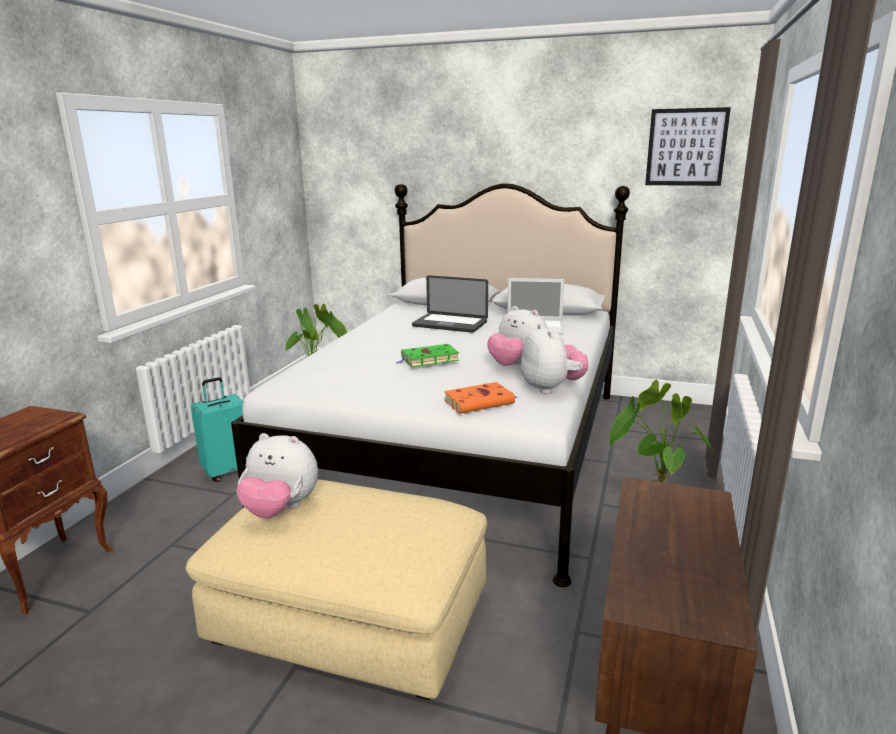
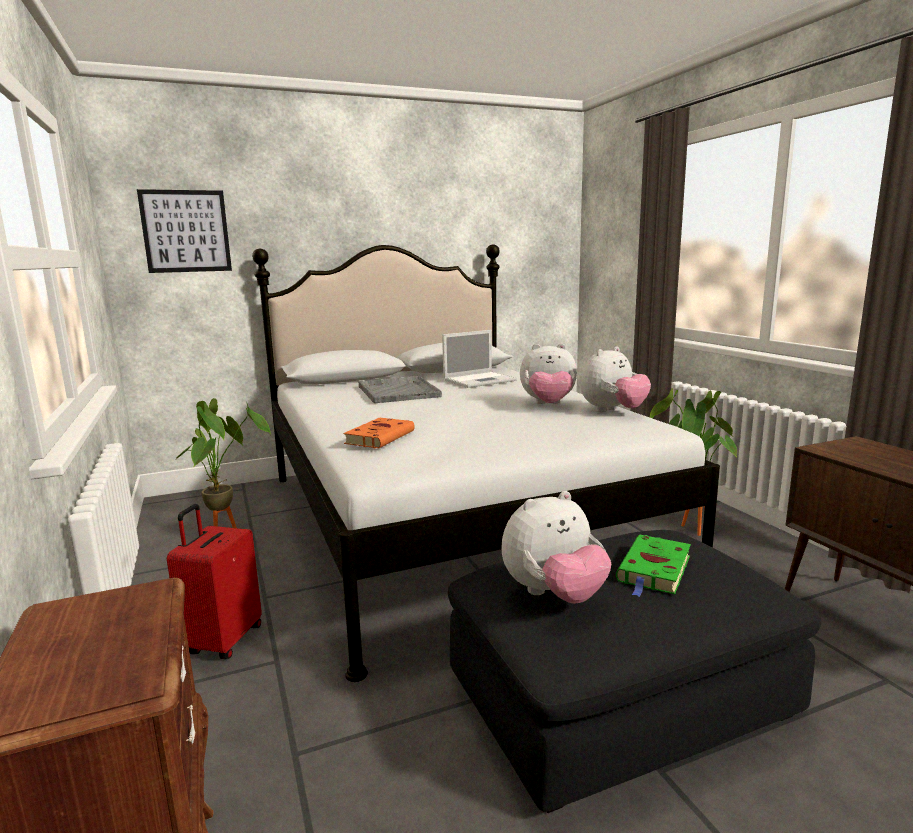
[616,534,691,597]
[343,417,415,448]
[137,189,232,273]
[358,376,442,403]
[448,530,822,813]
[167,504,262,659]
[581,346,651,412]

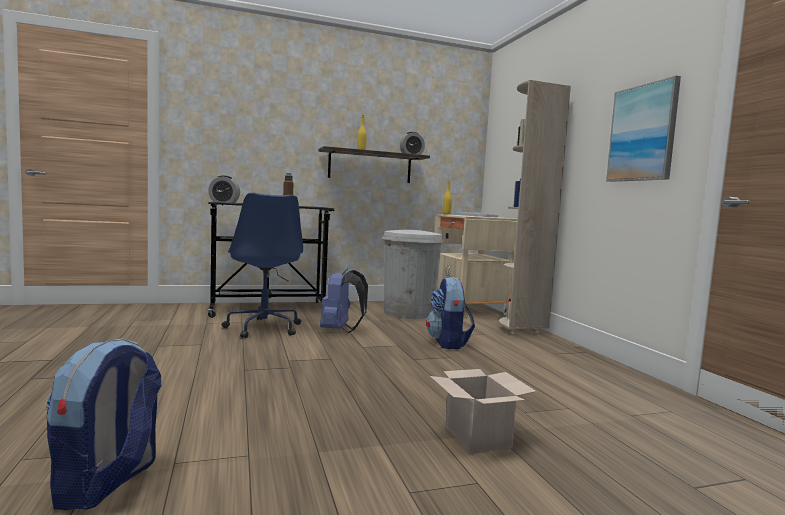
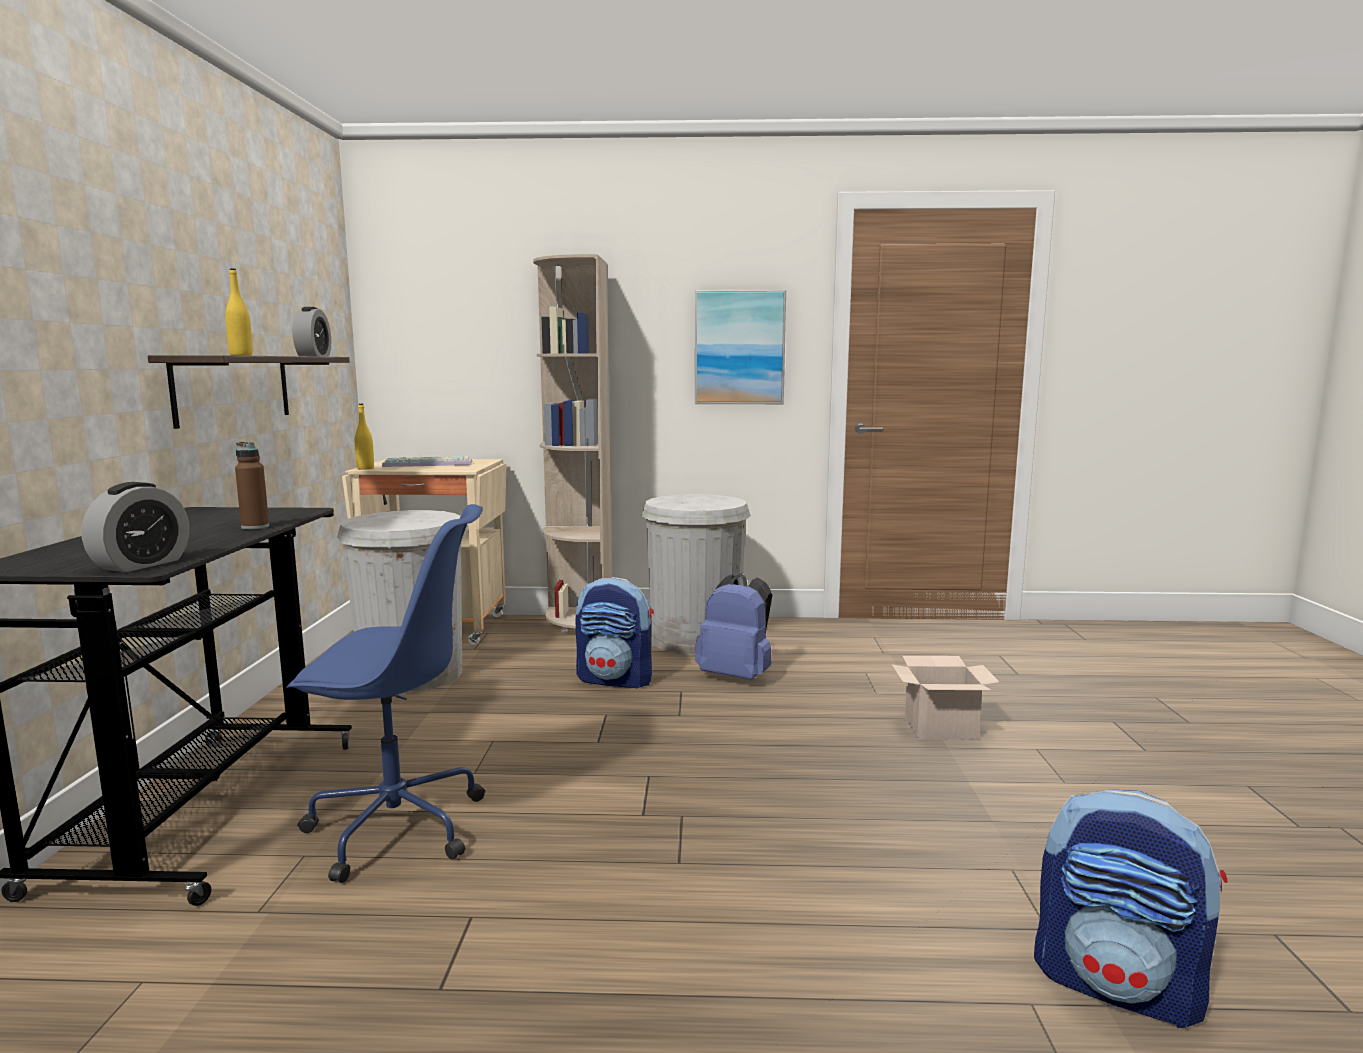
[642,494,751,655]
[695,574,772,680]

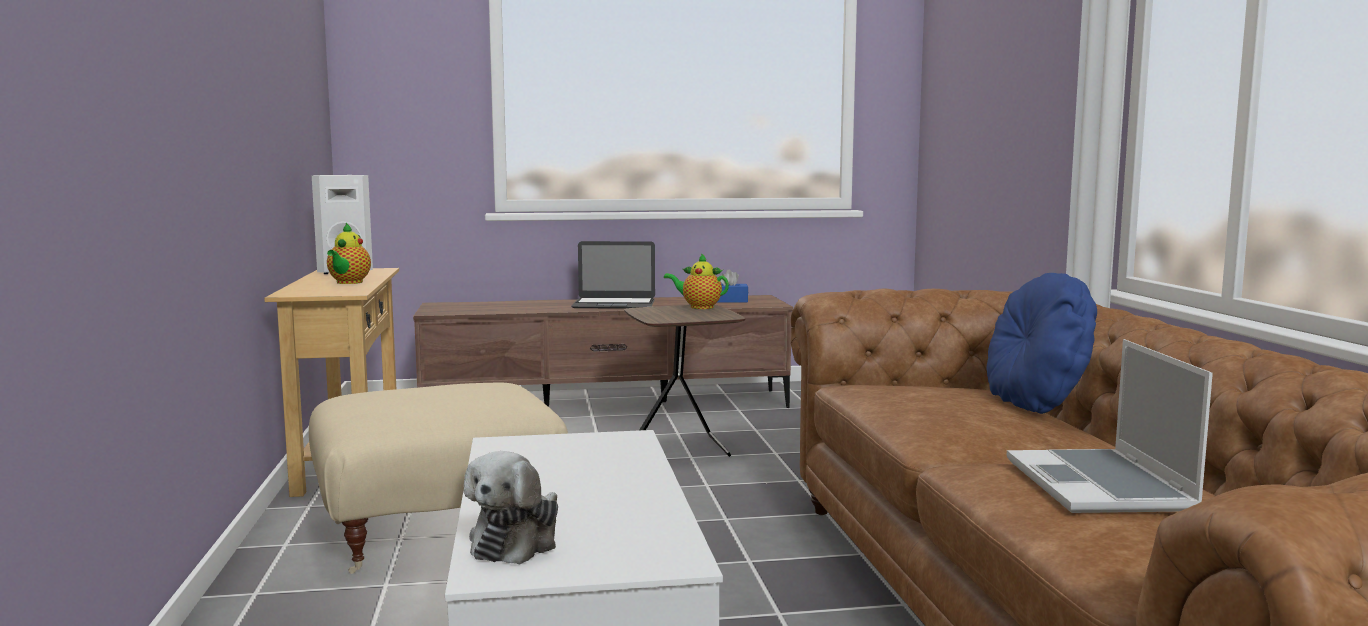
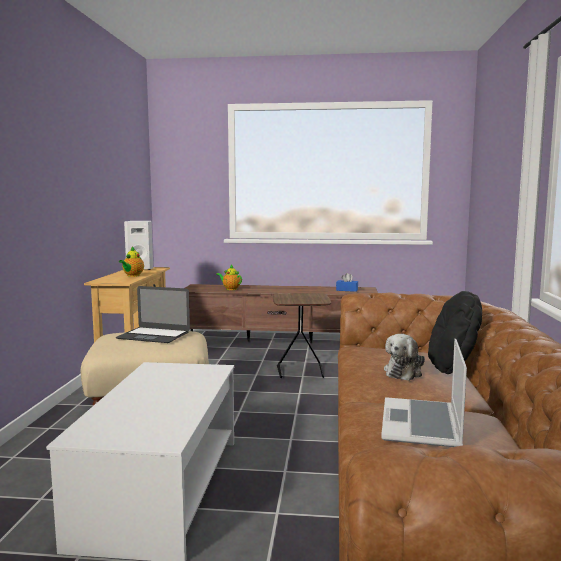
[384,334,425,381]
[116,286,190,343]
[216,265,242,290]
[428,291,482,374]

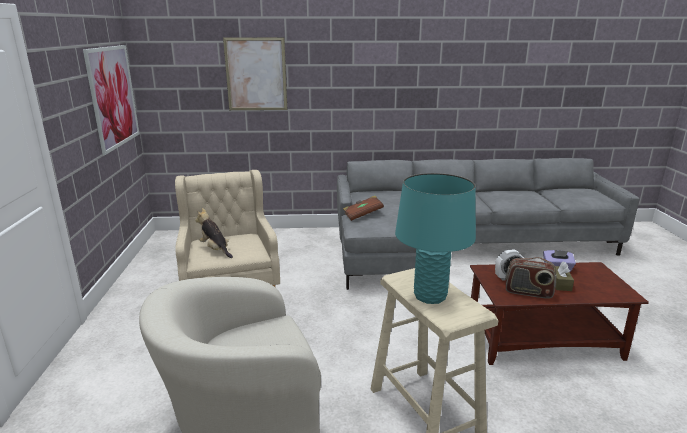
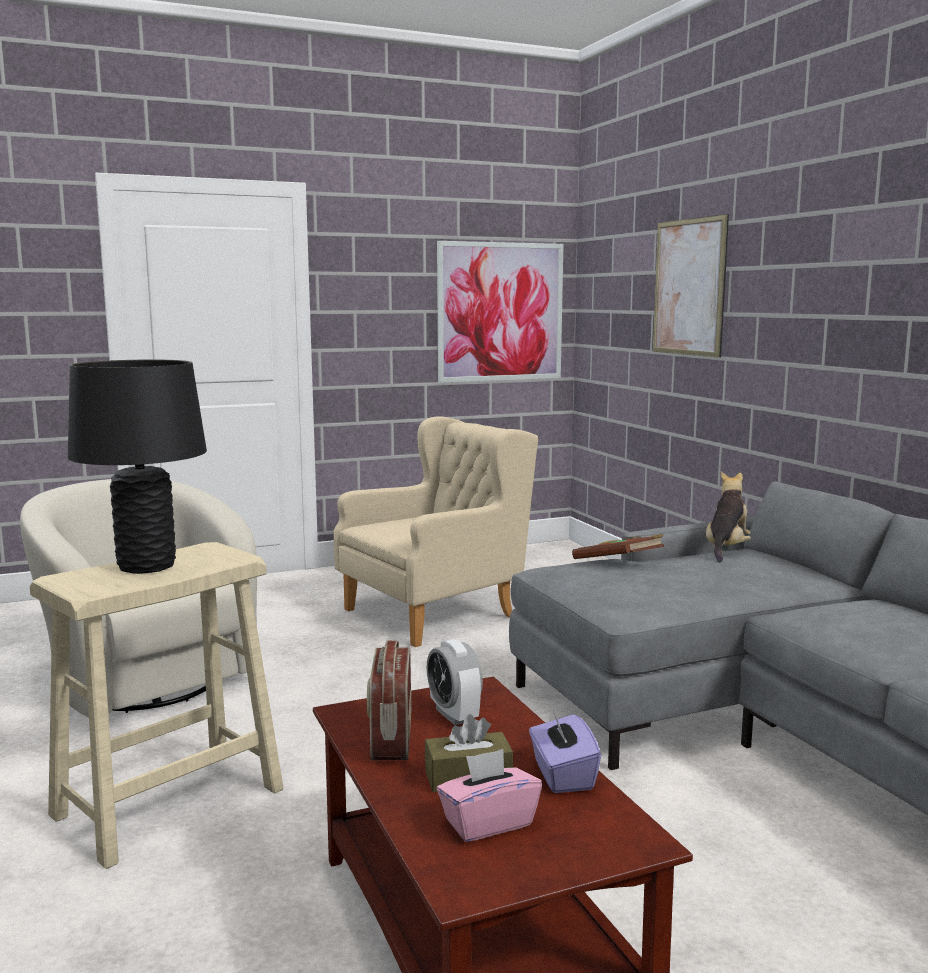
[437,749,542,842]
[706,472,751,562]
[68,360,207,574]

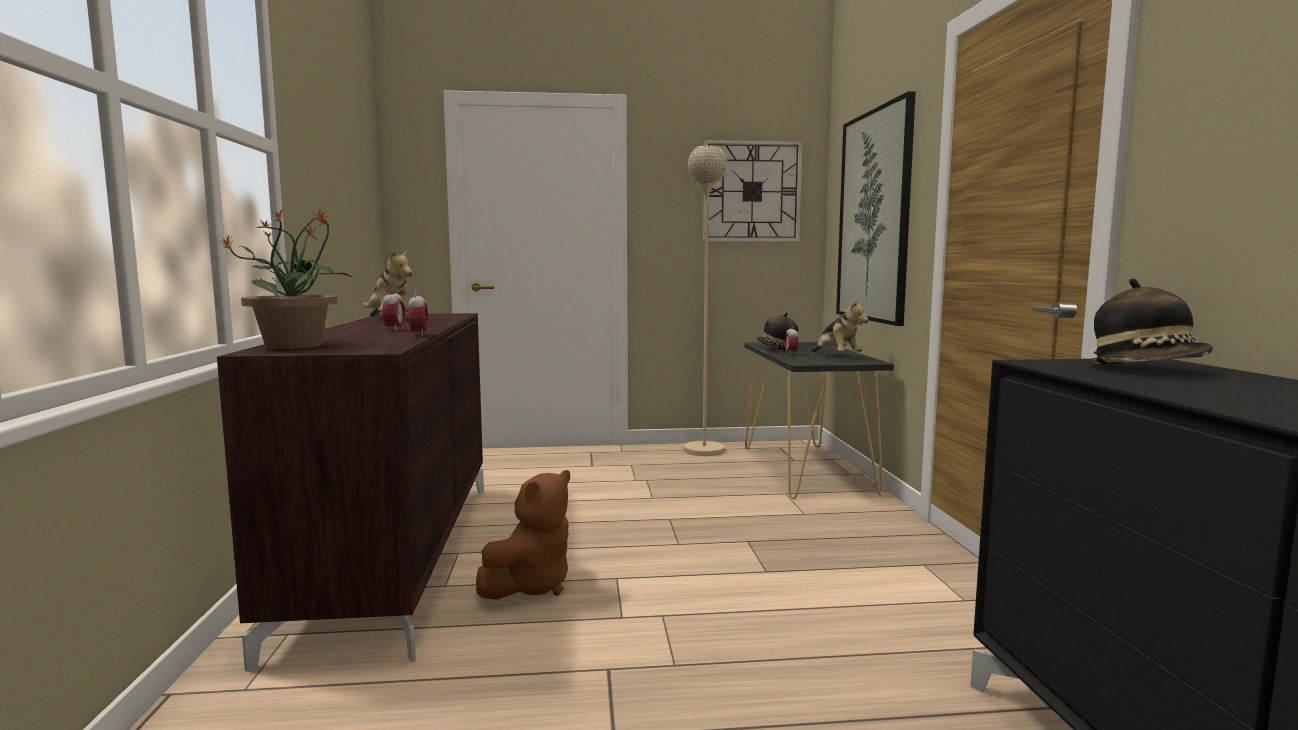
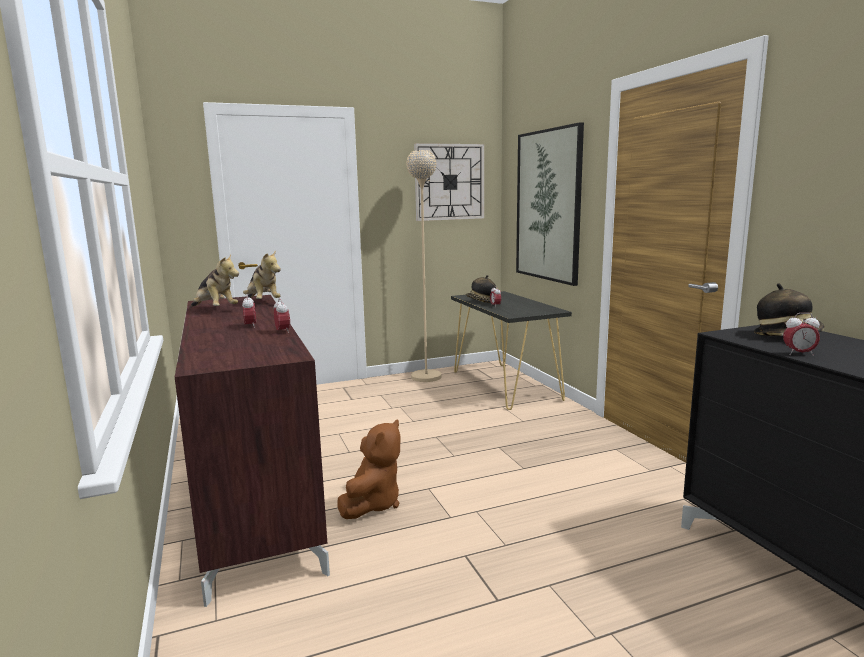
[220,208,351,349] (first image)
[783,313,820,356]
[243,250,281,299]

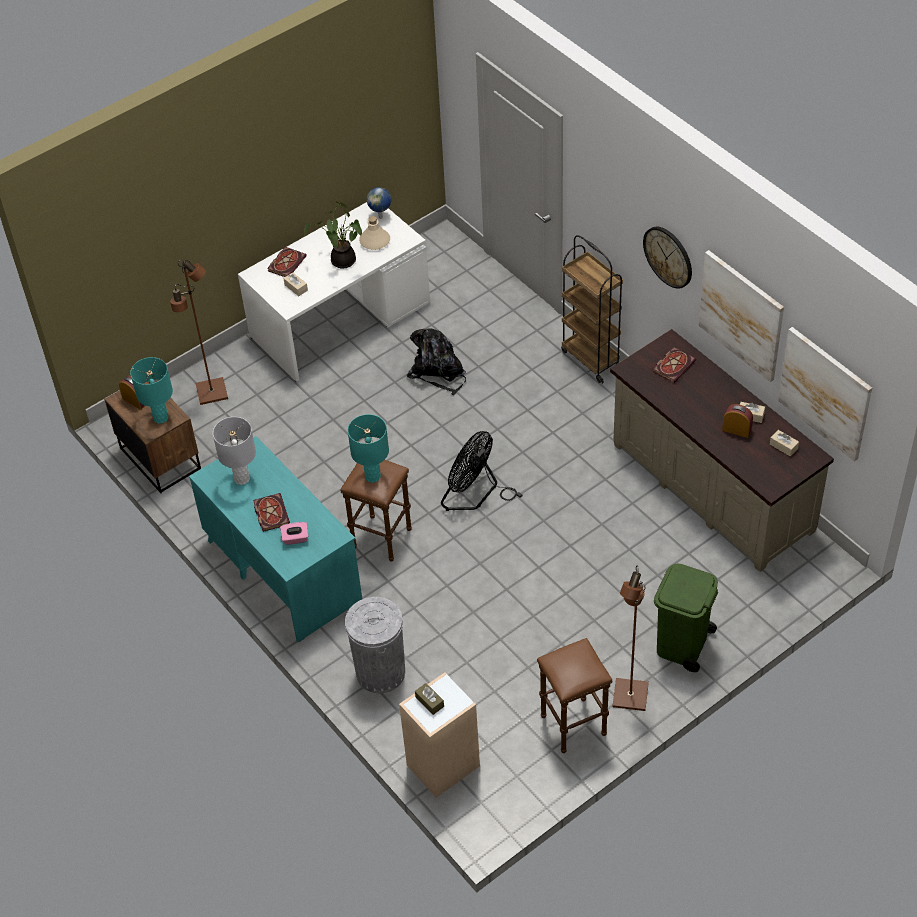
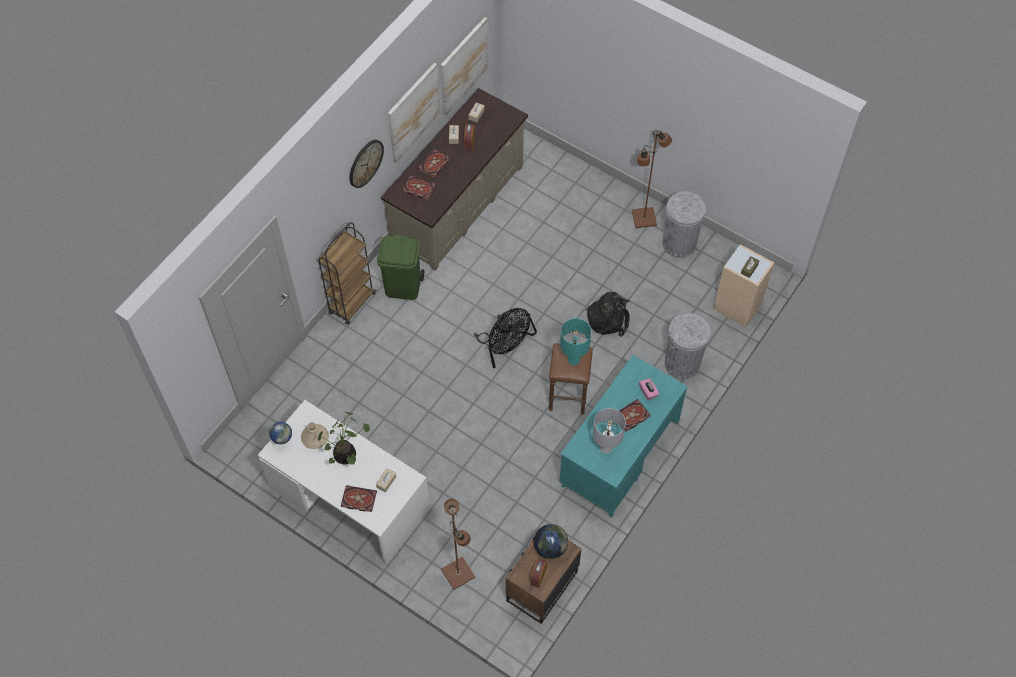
[418,149,450,177]
[585,292,630,337]
[377,234,424,300]
[534,524,568,559]
[663,192,706,258]
[474,308,537,369]

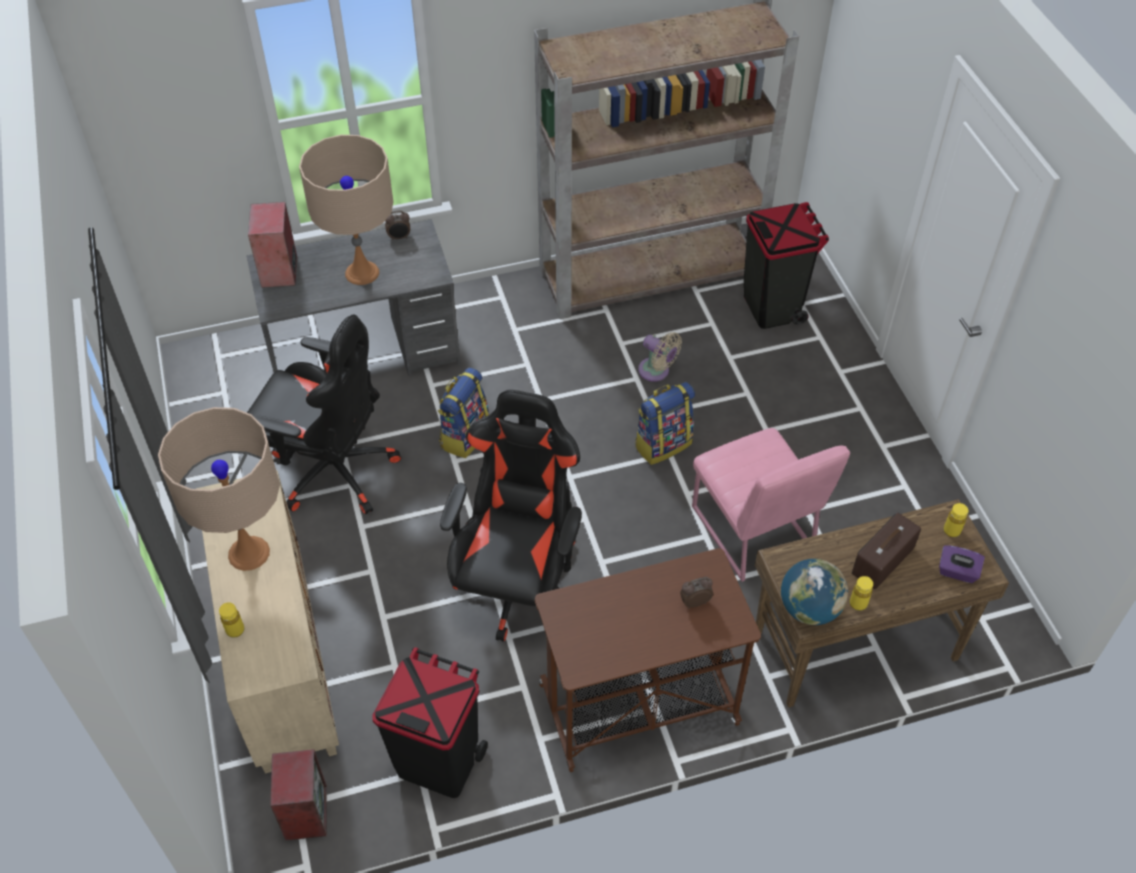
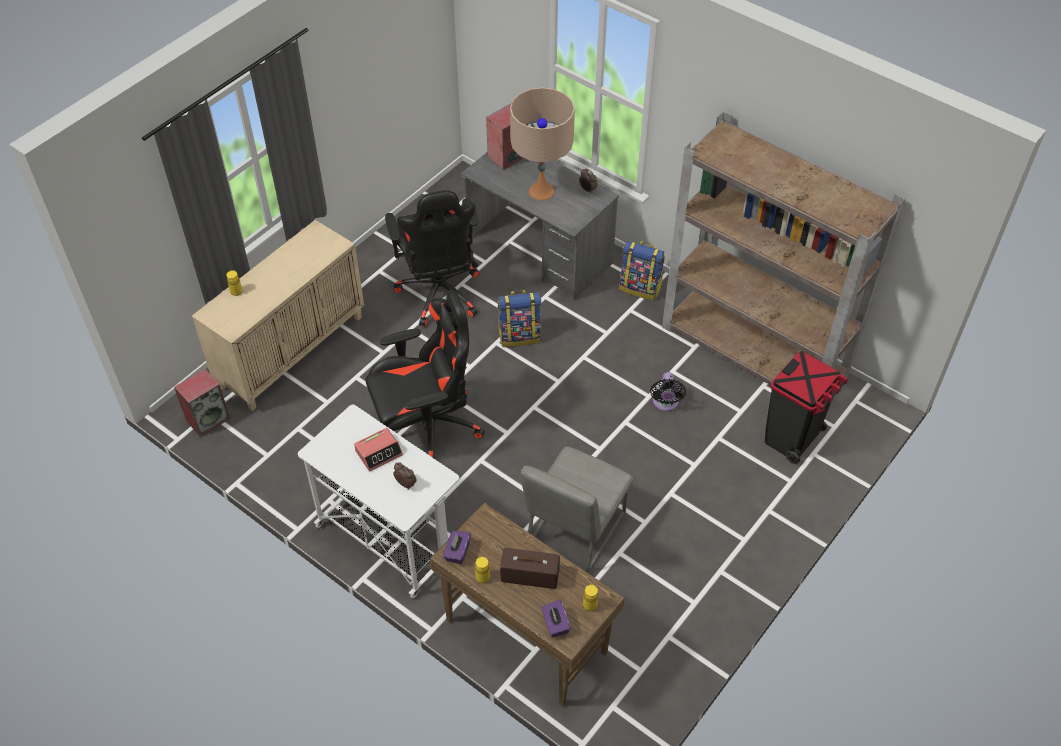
[158,407,280,571] (first image)
[372,647,488,798] (first image)
[354,428,403,472]
[619,241,665,300]
[443,531,471,564]
[298,404,459,599]
[650,372,686,412]
[520,446,633,574]

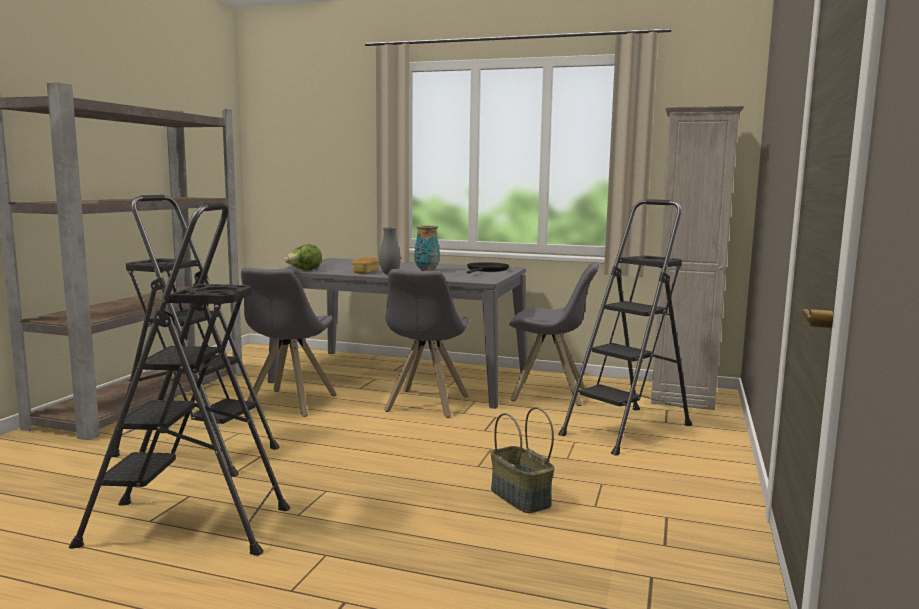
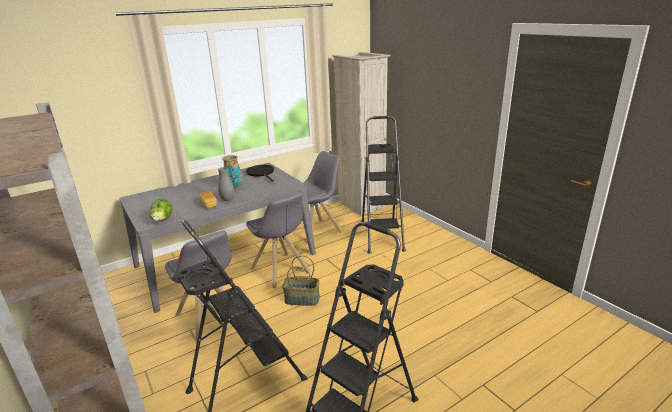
[282,255,320,306]

